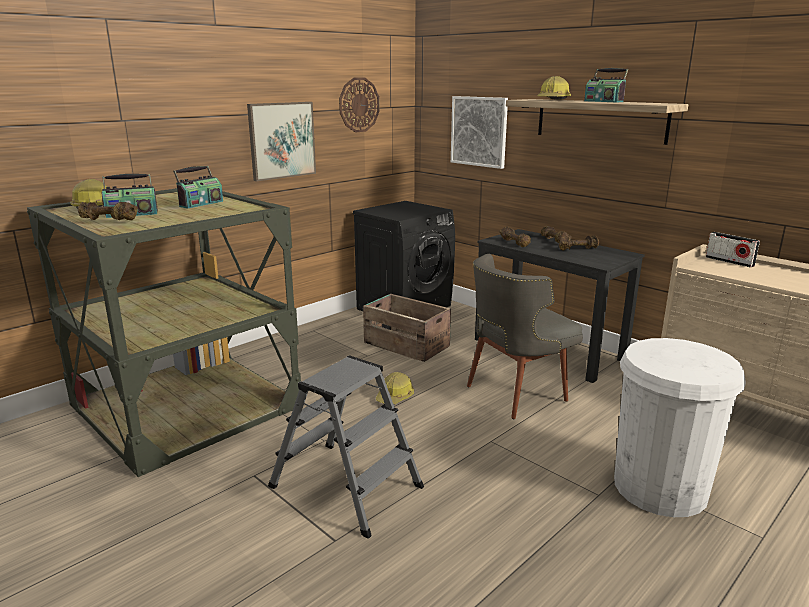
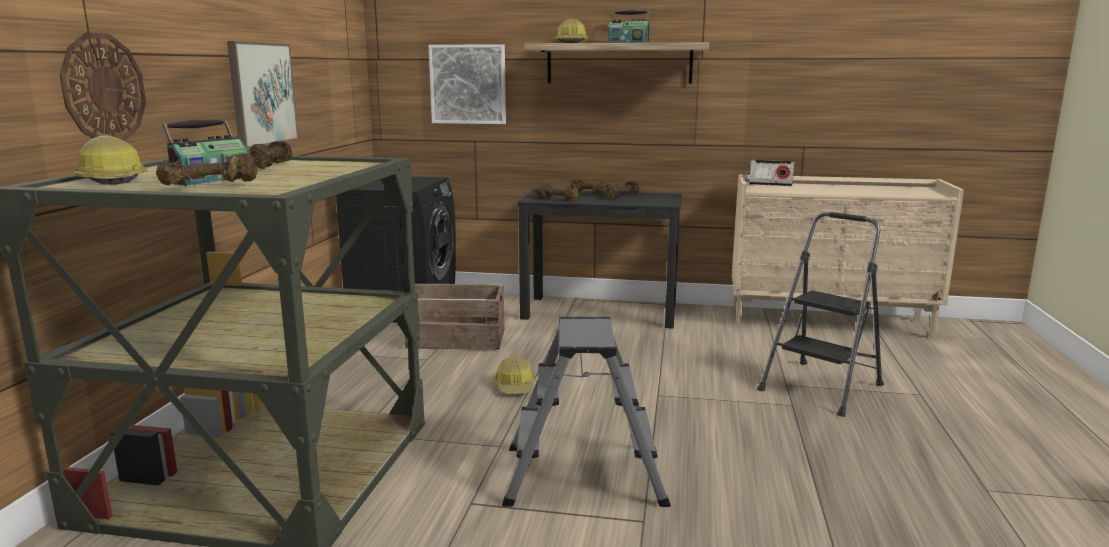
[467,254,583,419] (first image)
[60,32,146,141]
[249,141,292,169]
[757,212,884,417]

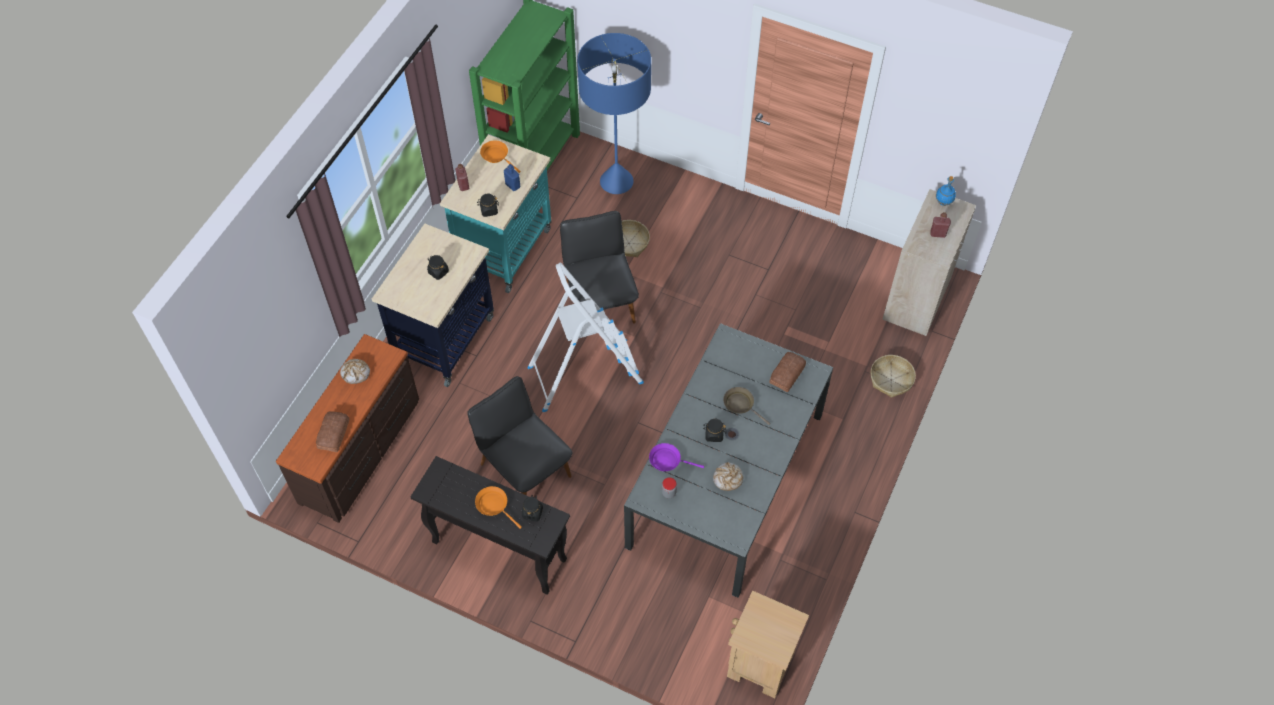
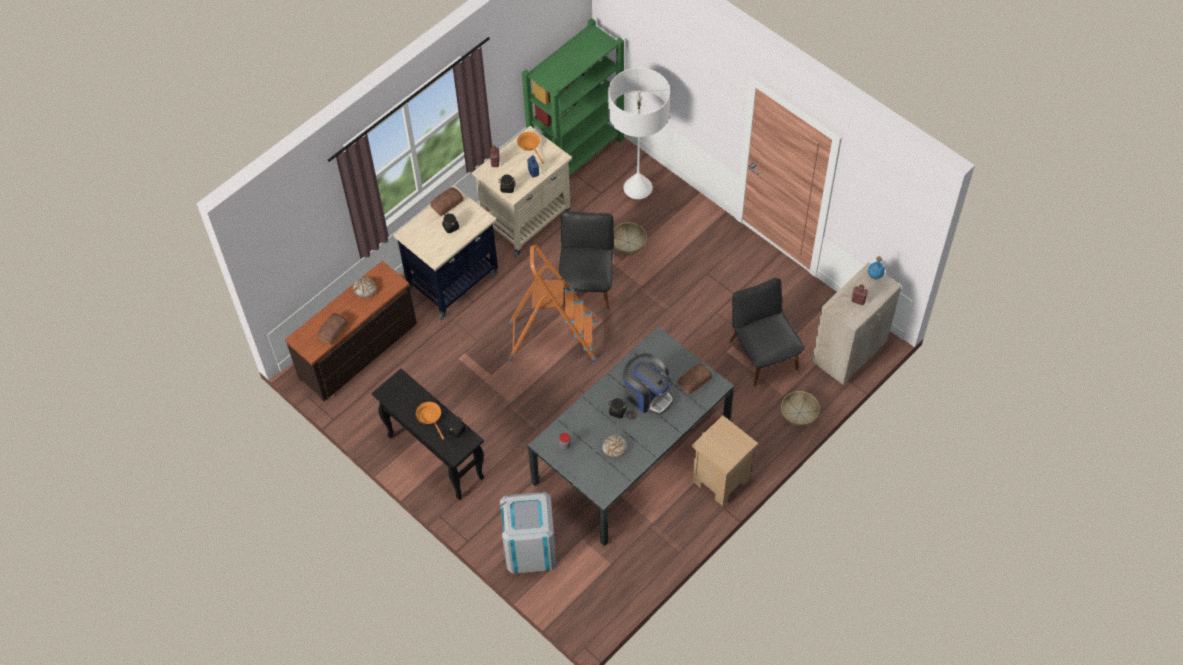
[649,443,704,471] (first image)
[430,187,464,216]
[500,492,557,574]
[730,278,805,386]
[692,415,758,506]
[623,353,674,415]
[472,126,572,258]
[508,244,597,361]
[608,68,670,199]

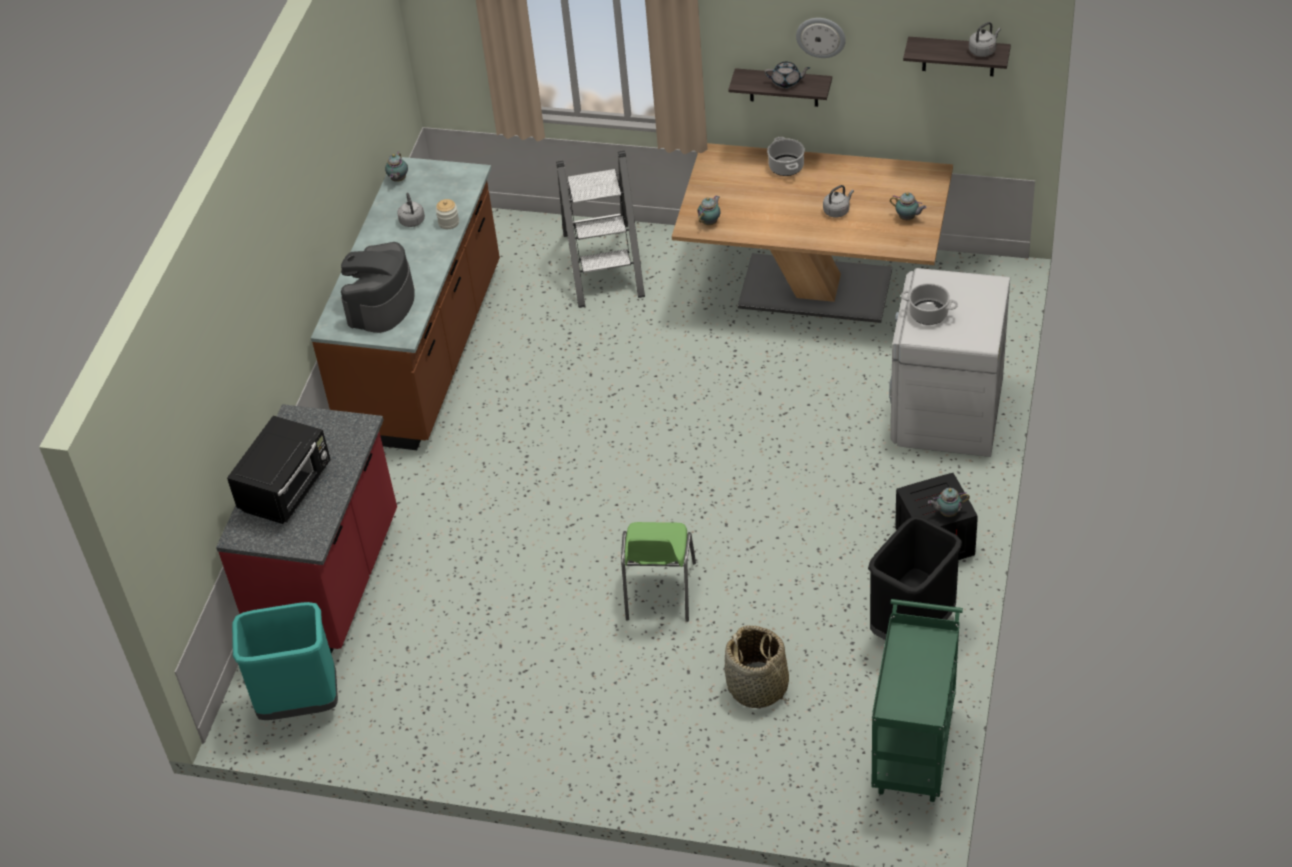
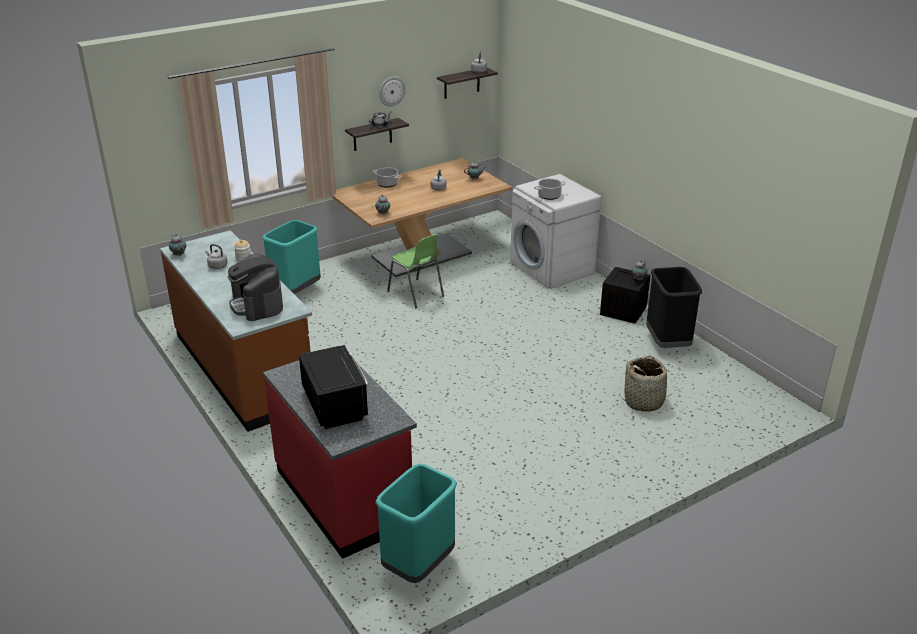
[871,599,963,802] (first image)
[387,234,444,308]
[262,220,321,294]

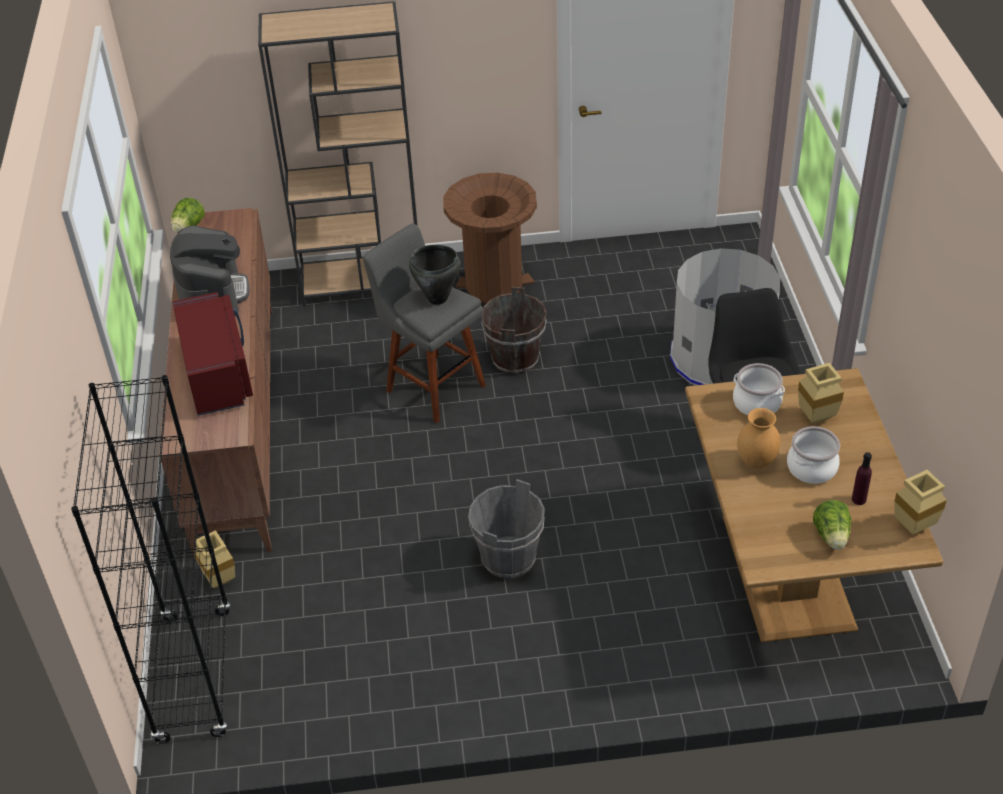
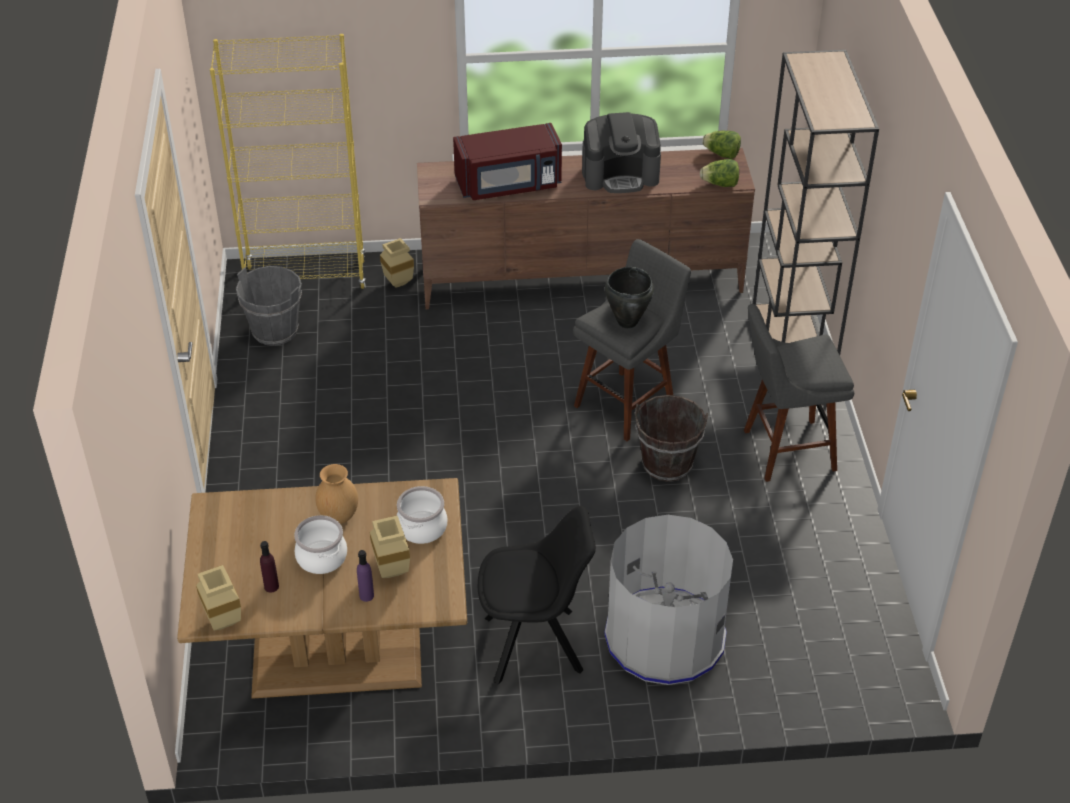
[357,550,374,602]
[236,266,302,346]
[700,159,739,187]
[744,304,854,482]
[210,34,366,289]

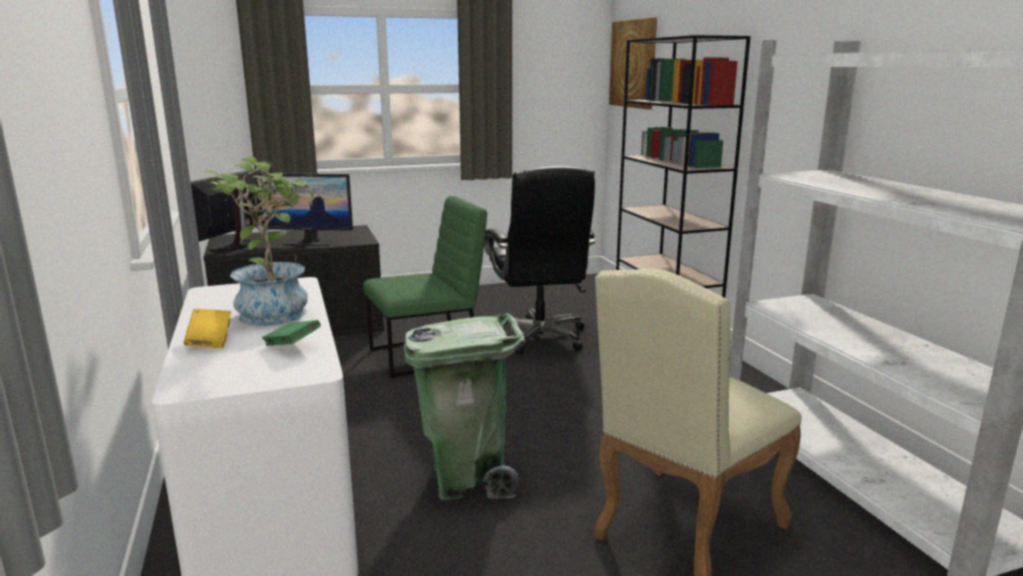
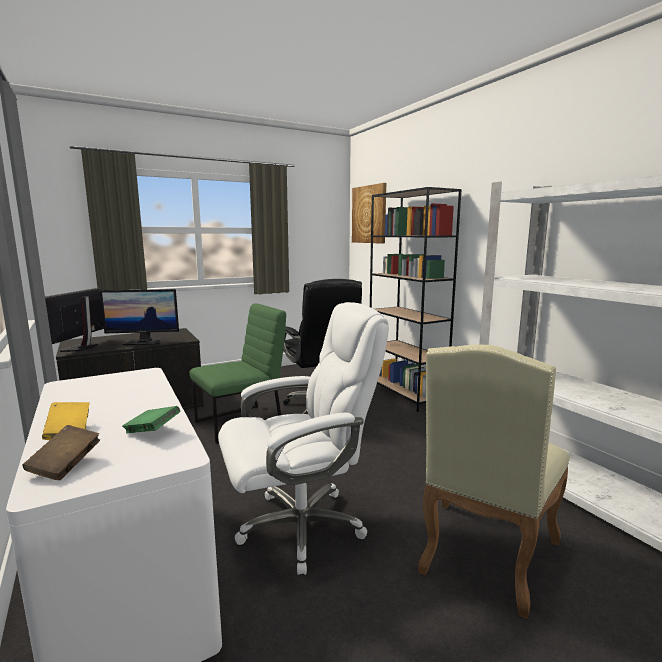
[204,156,314,326] (first image)
[22,425,100,480]
[218,302,389,575]

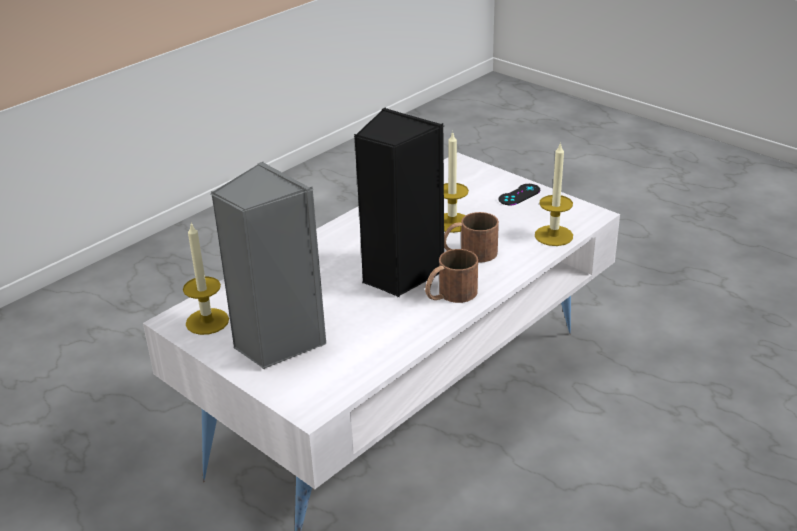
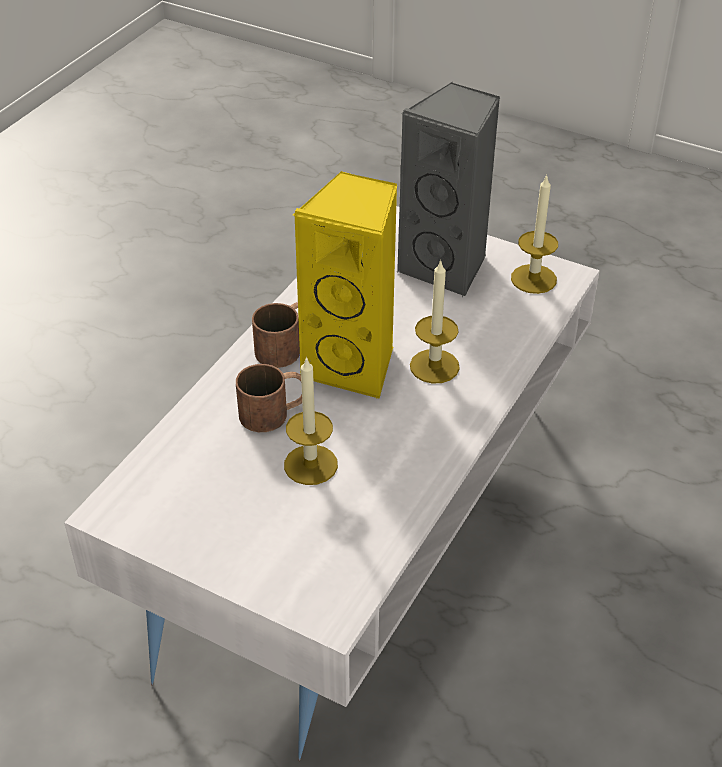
[499,184,540,205] (first image)
[410,259,460,384]
[293,171,397,400]

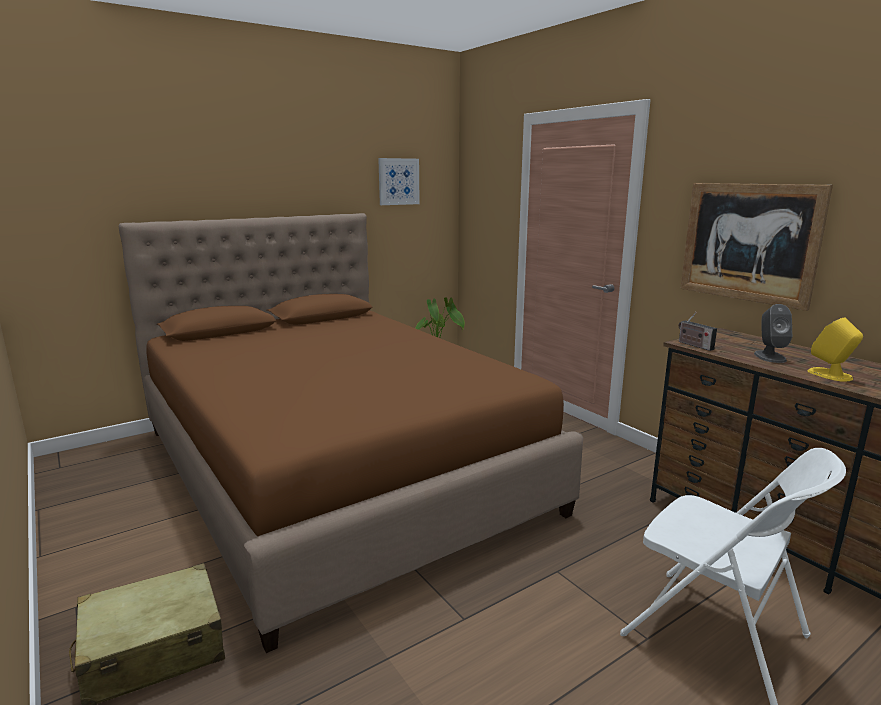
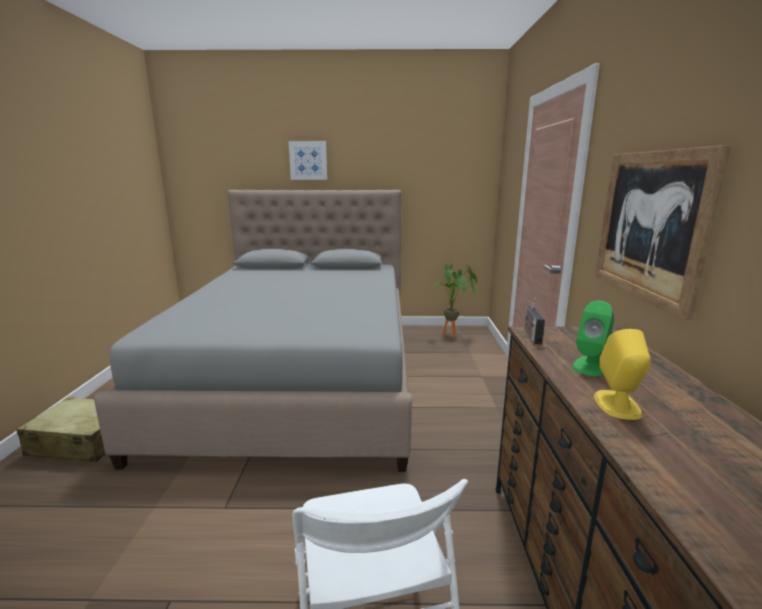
[288,141,327,180]
[94,190,413,472]
[572,301,614,376]

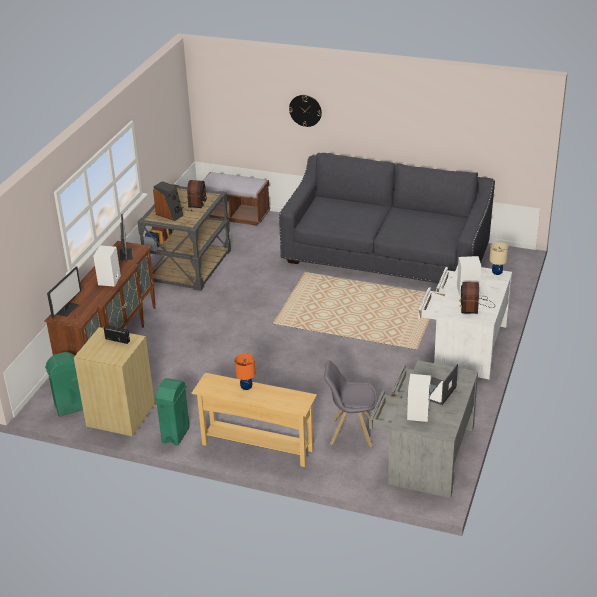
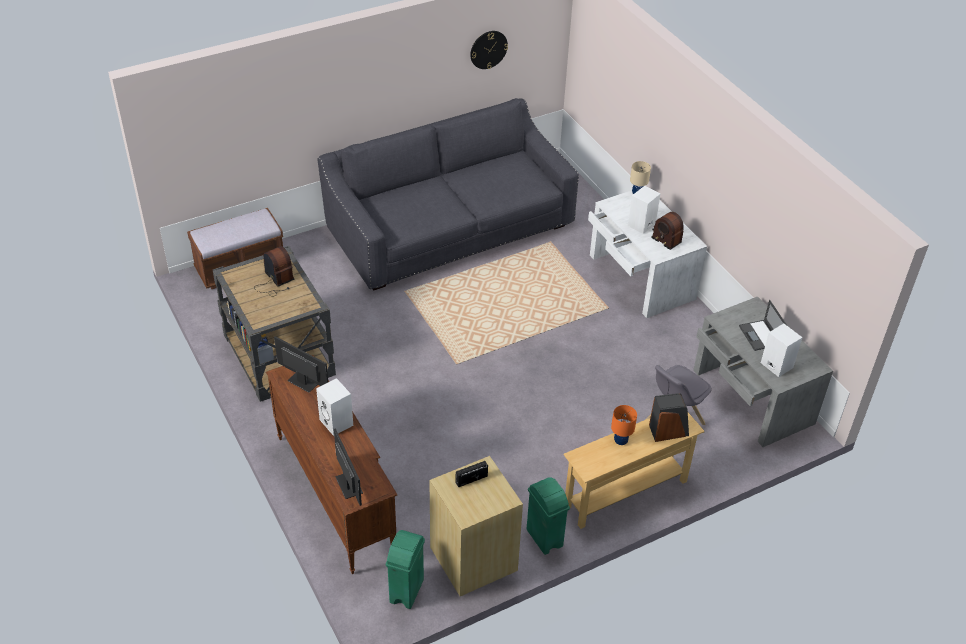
[649,393,689,442]
[470,31,508,69]

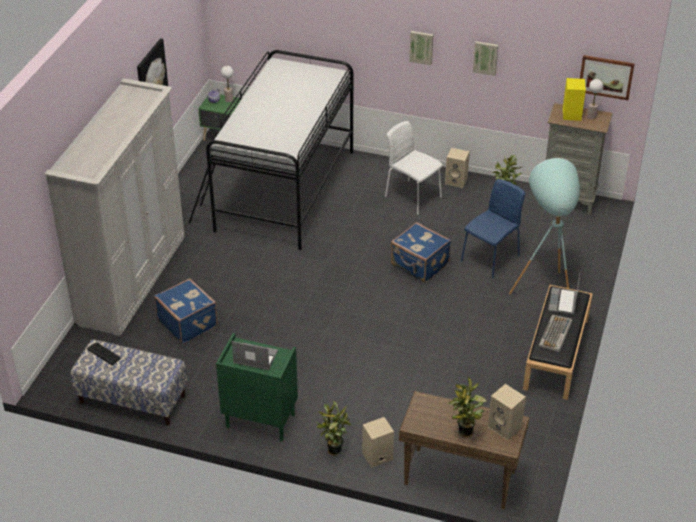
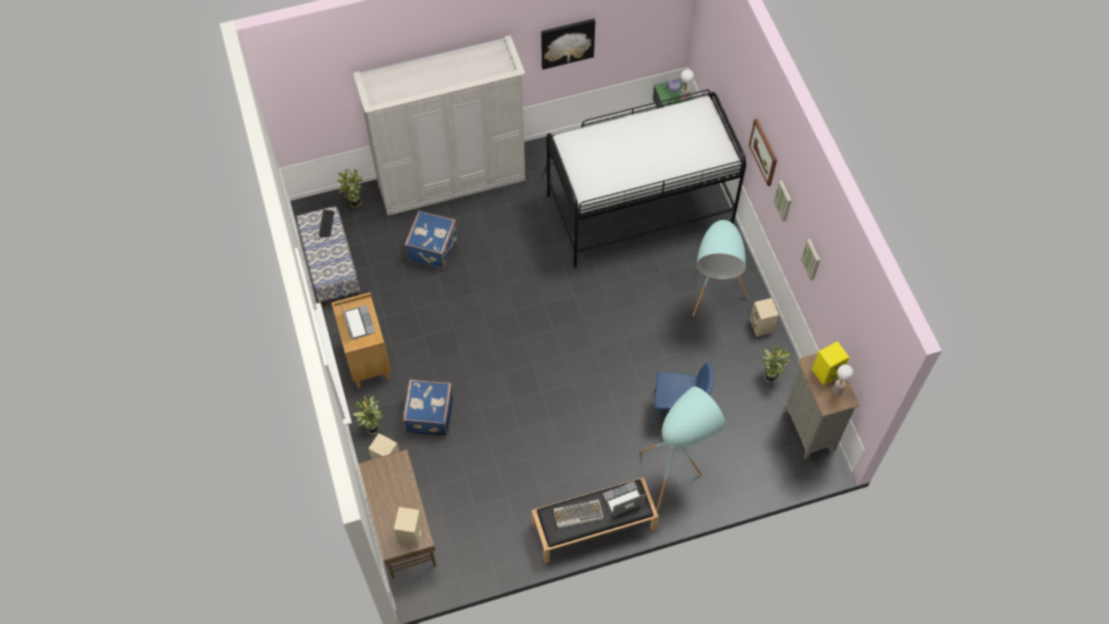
[402,379,453,437]
[336,169,364,207]
[749,119,777,186]
[692,220,749,316]
[331,292,391,388]

